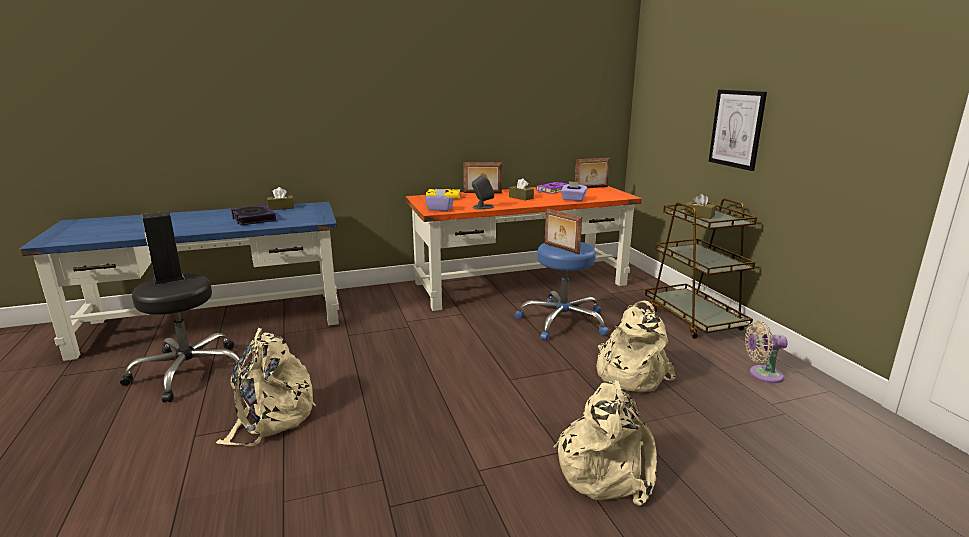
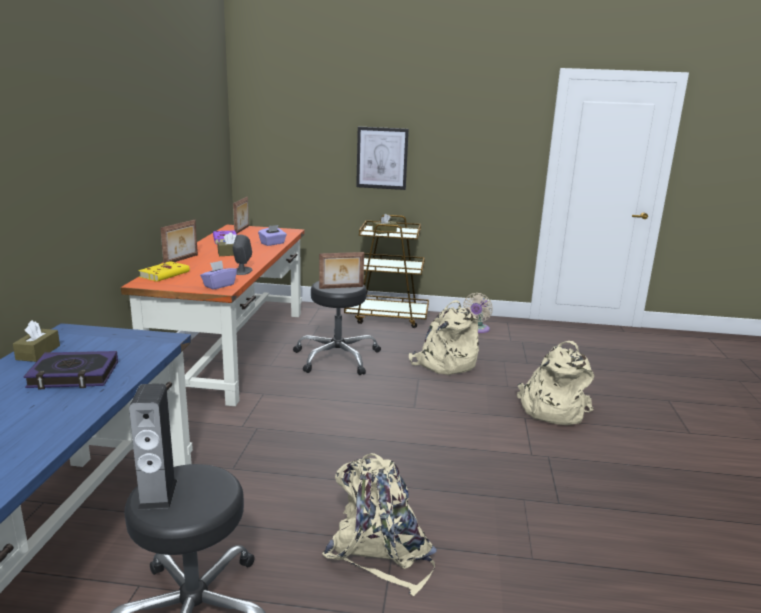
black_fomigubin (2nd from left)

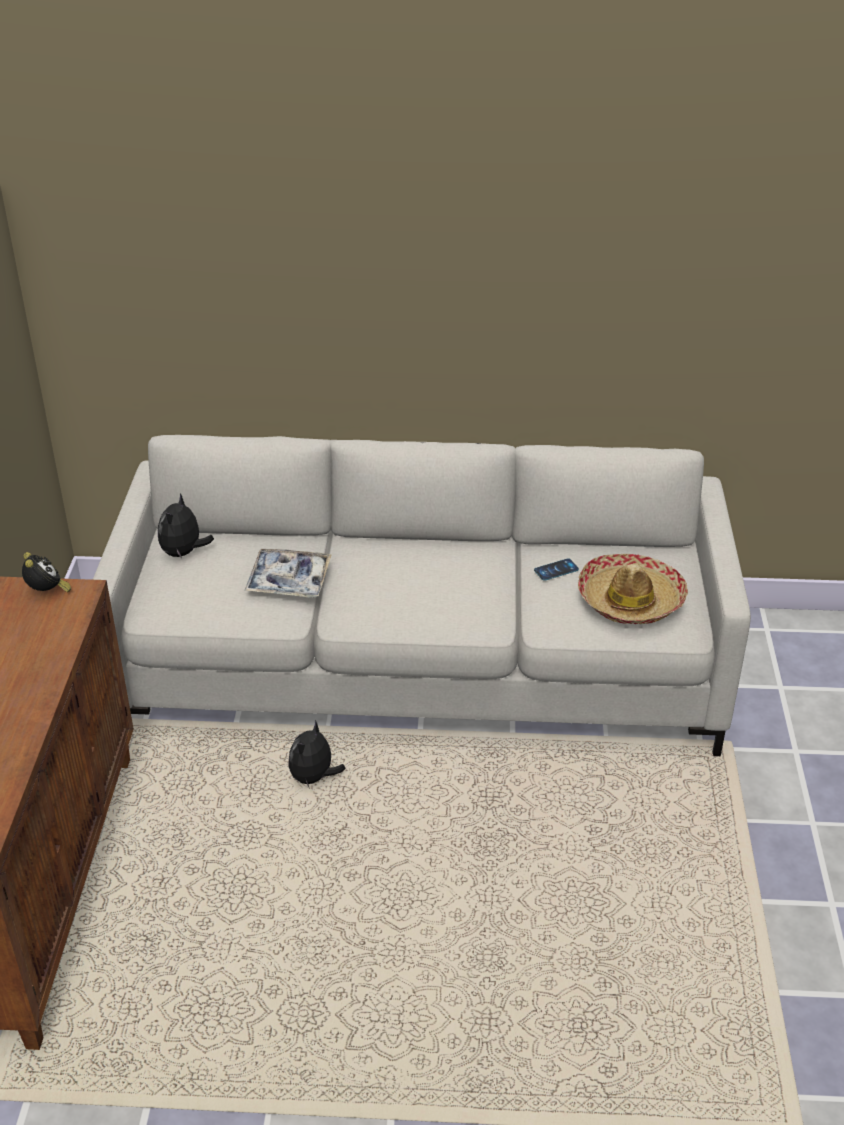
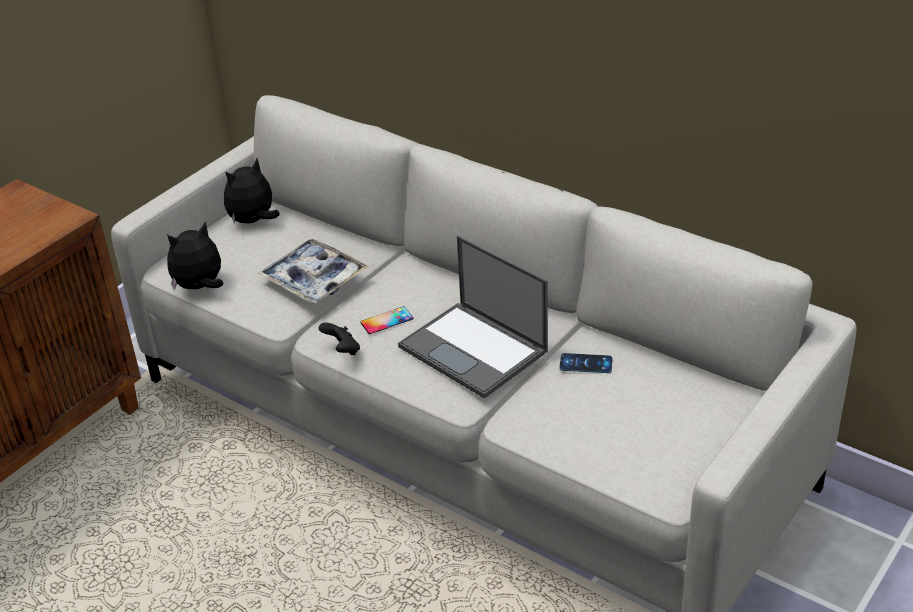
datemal; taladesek; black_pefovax; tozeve (1st from left); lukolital; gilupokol (1st from left)

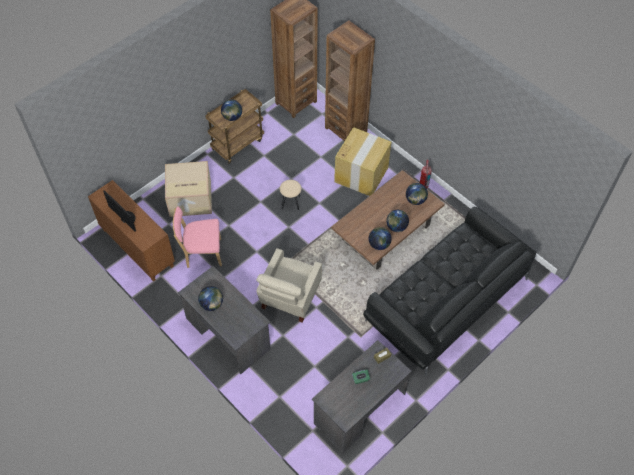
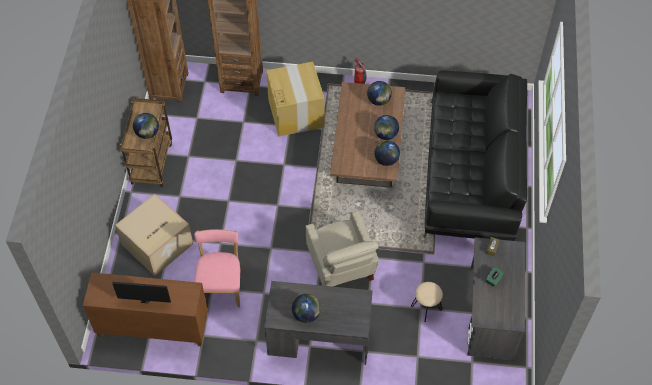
beige_fomigubin; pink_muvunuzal

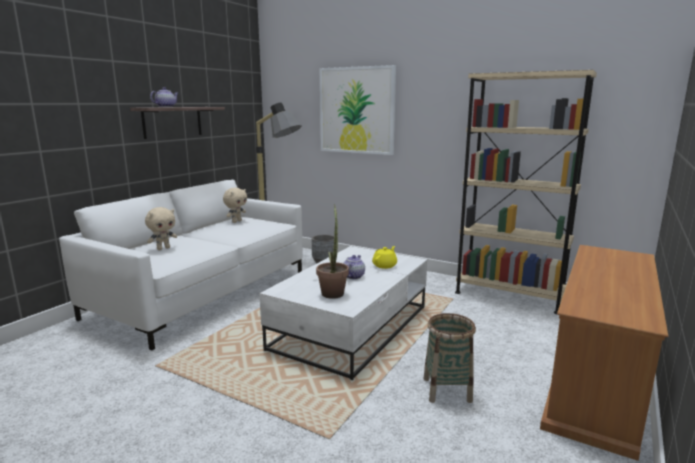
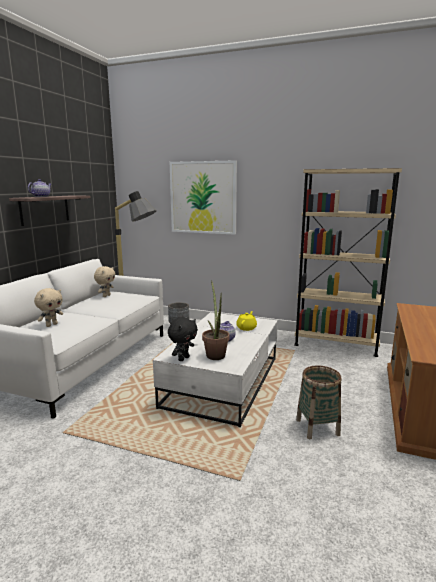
black_gilupokol

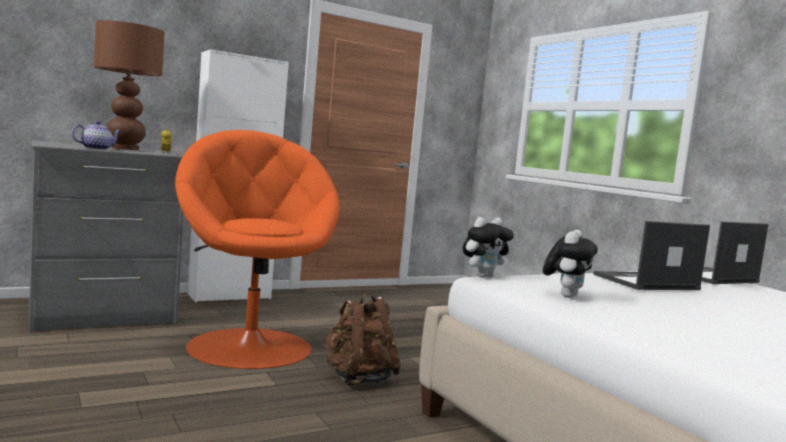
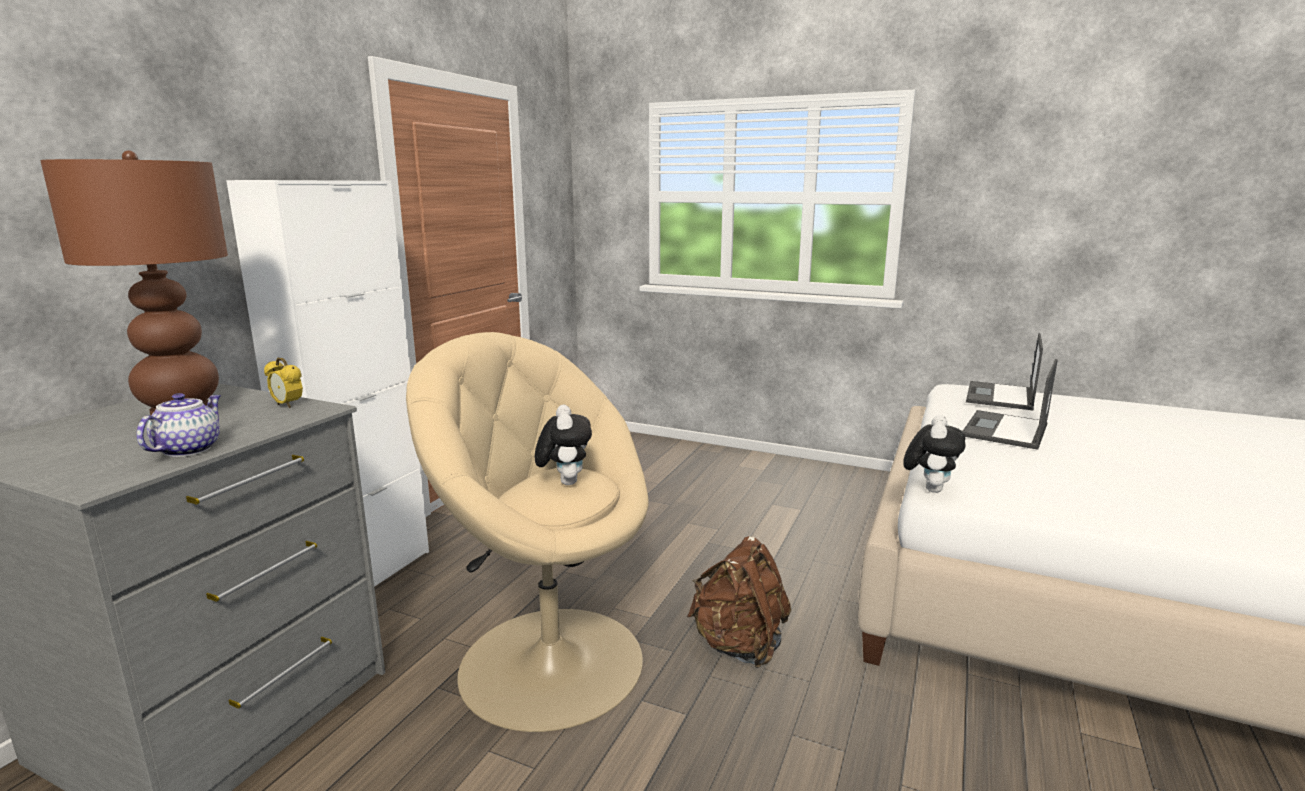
gilupokol (1st from left); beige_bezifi

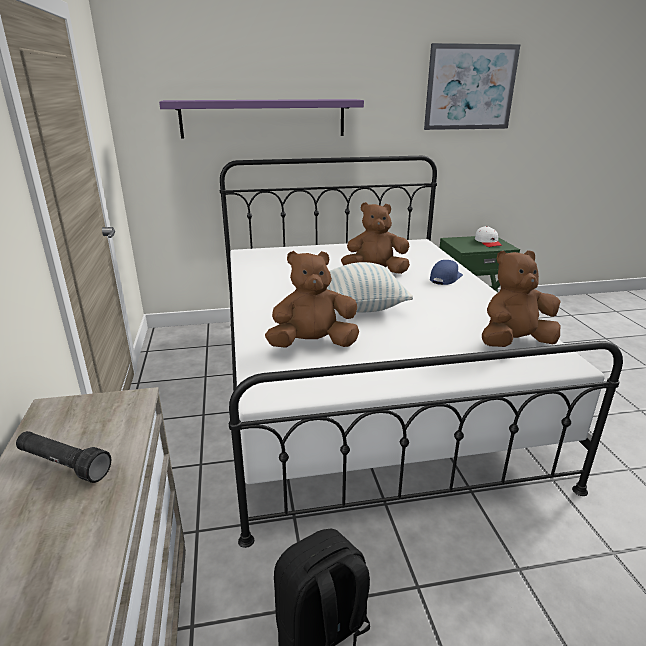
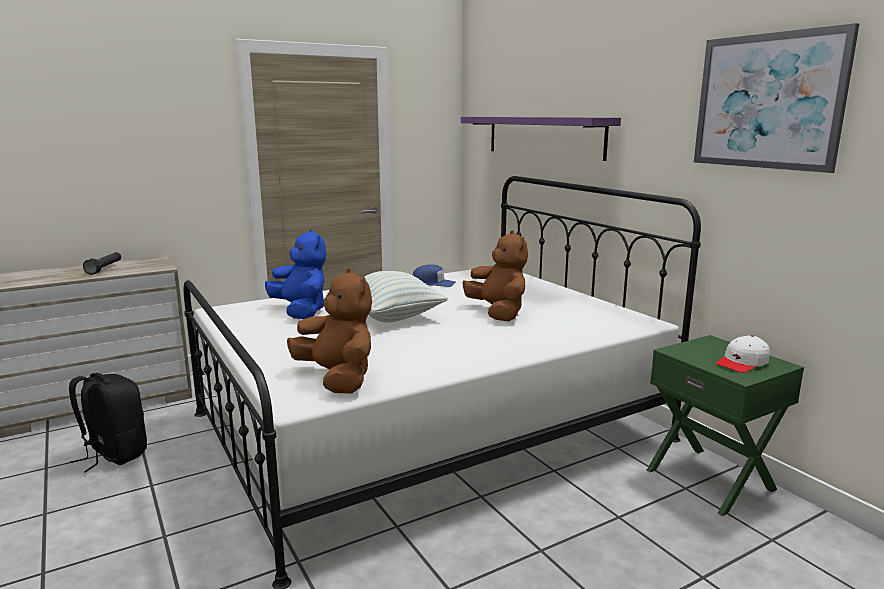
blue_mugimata; blue_gilupokol

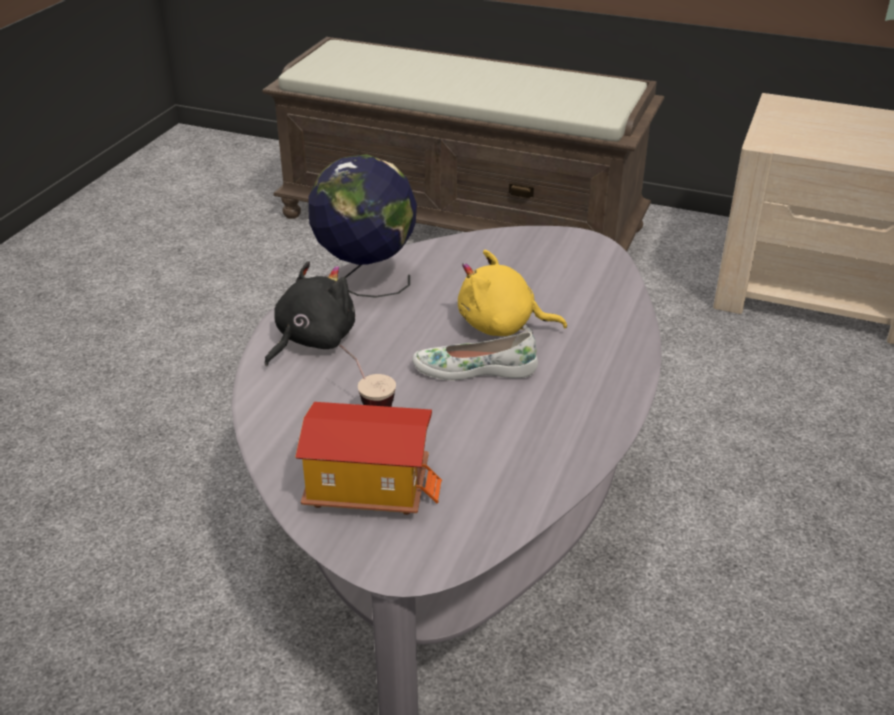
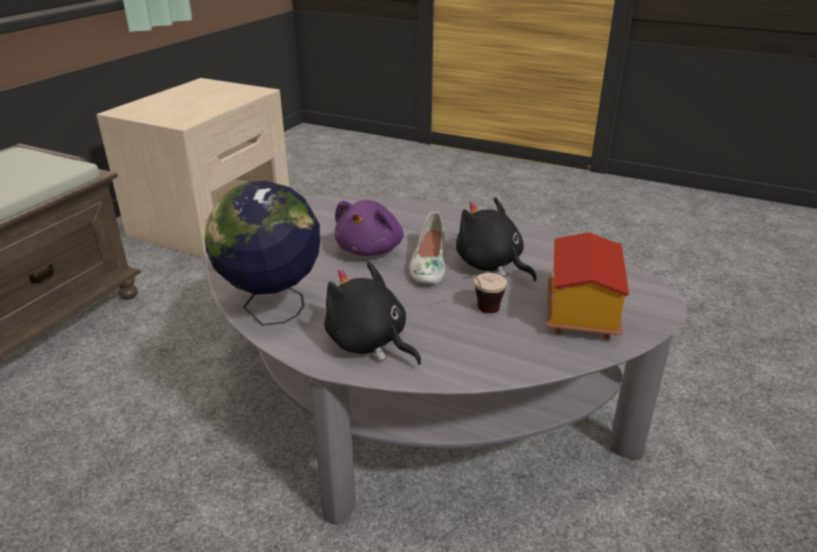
black_gilupokol (2nd from left); purple_gilupokol

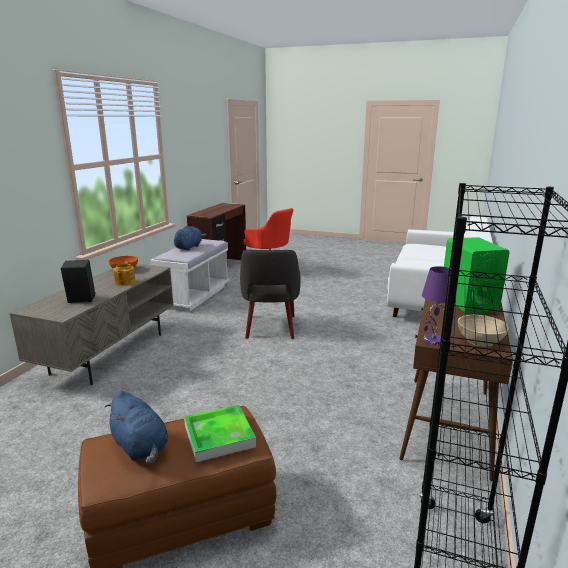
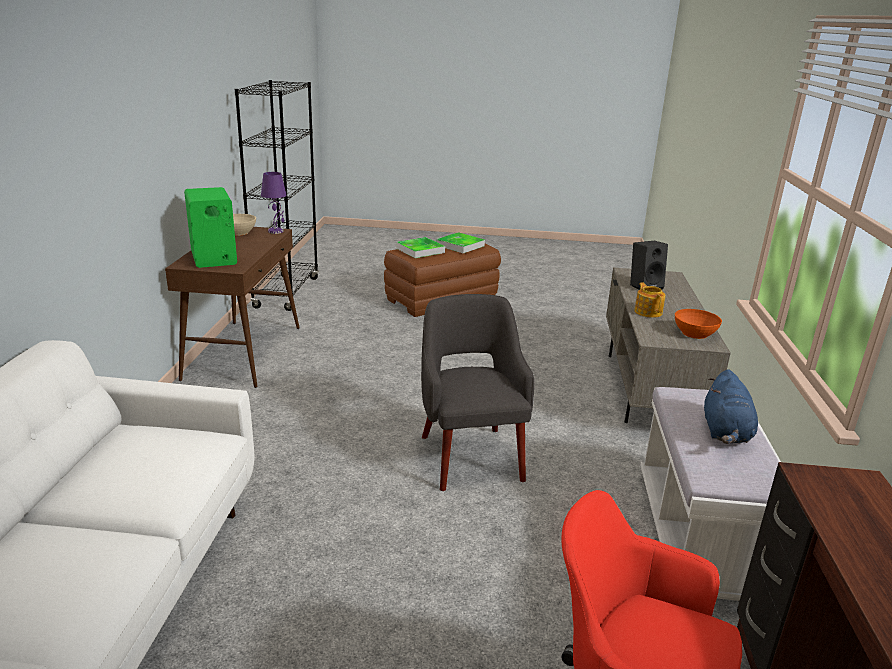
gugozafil (2nd from left)

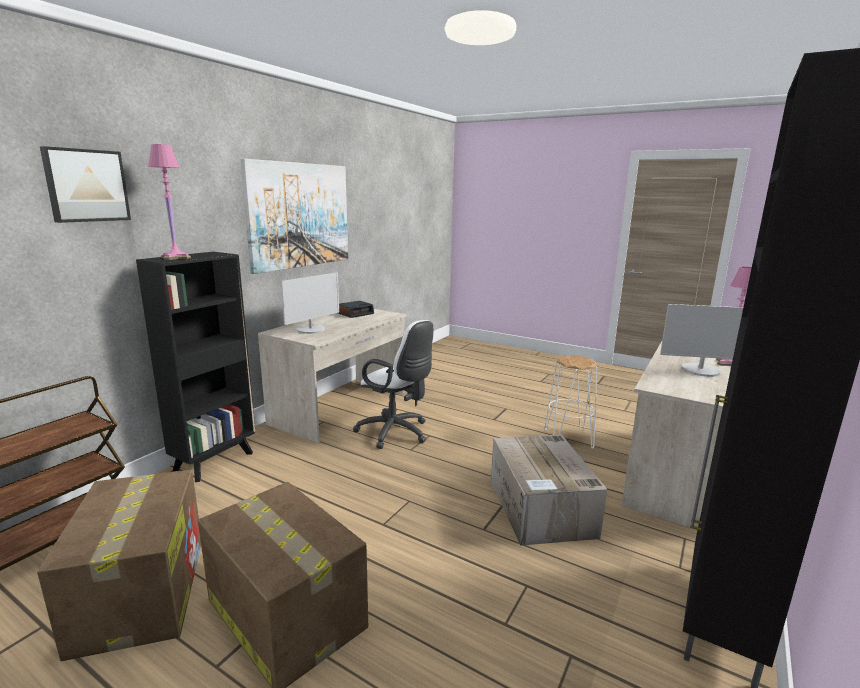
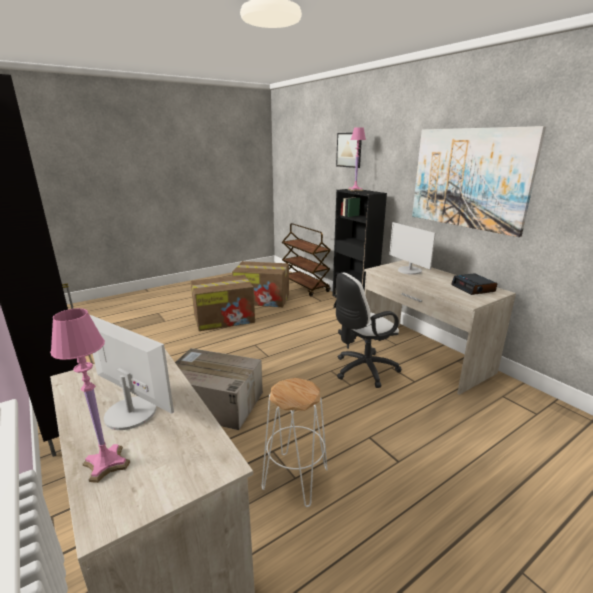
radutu (1st from left)

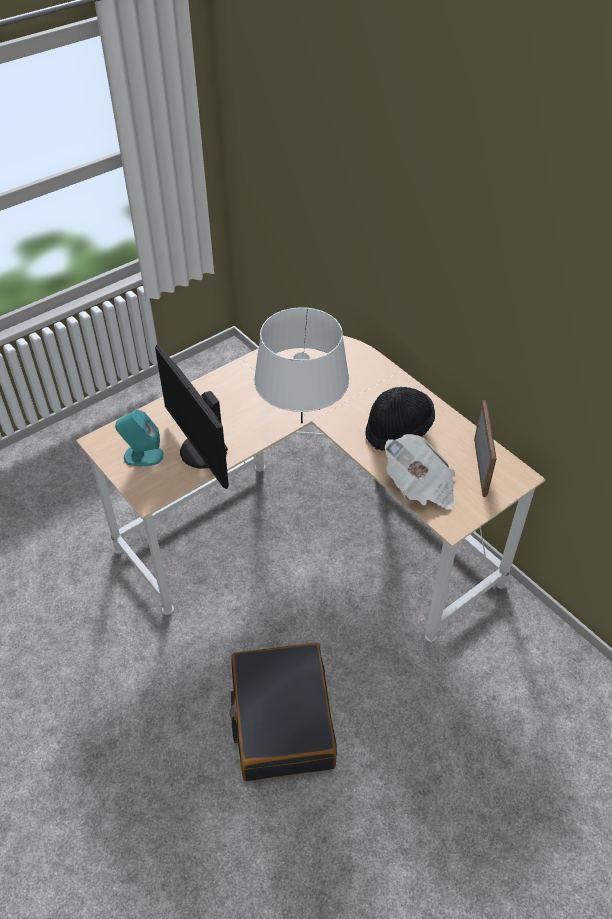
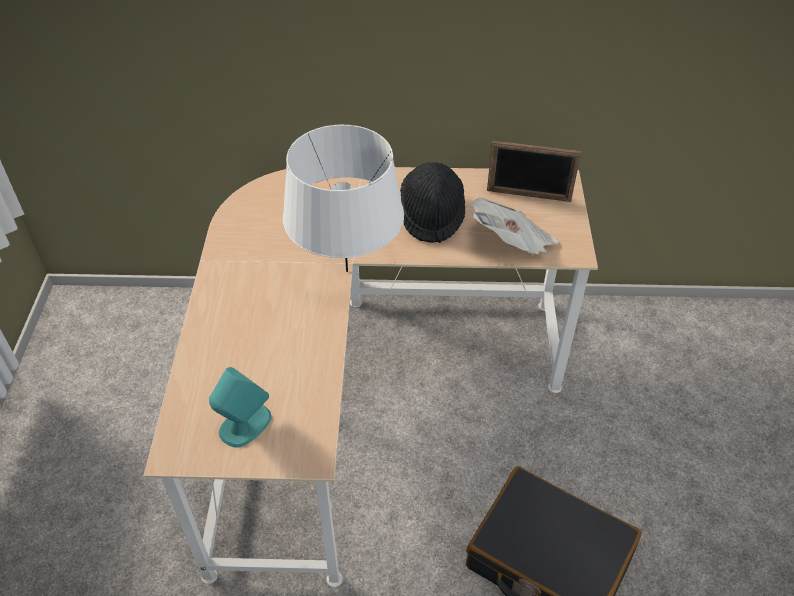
radutu; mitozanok

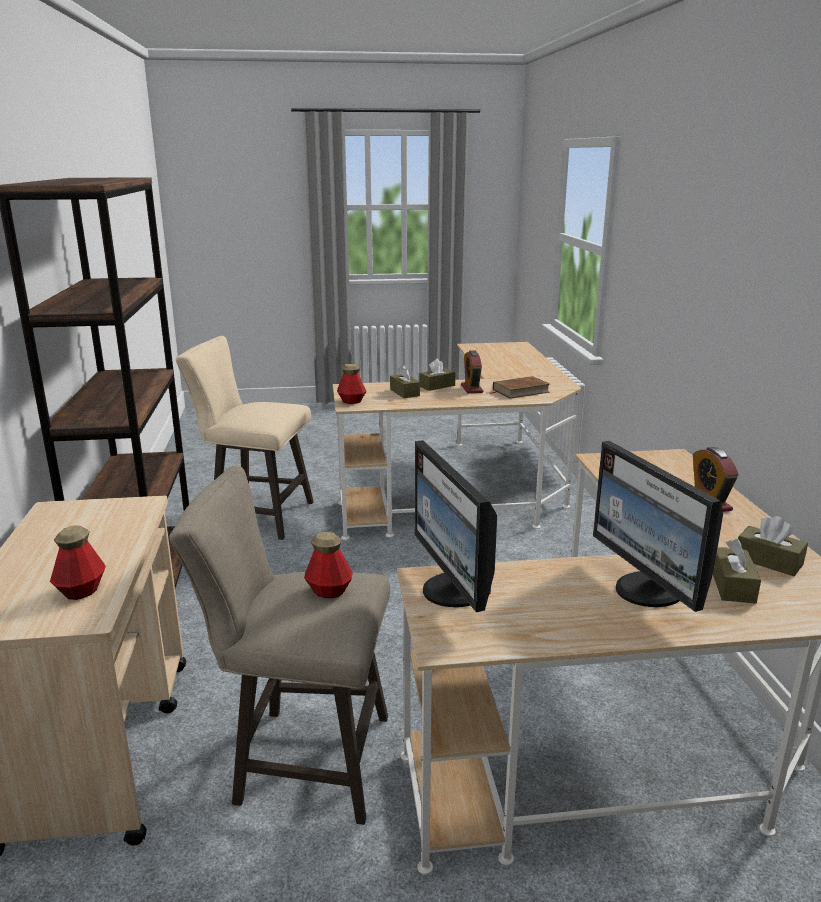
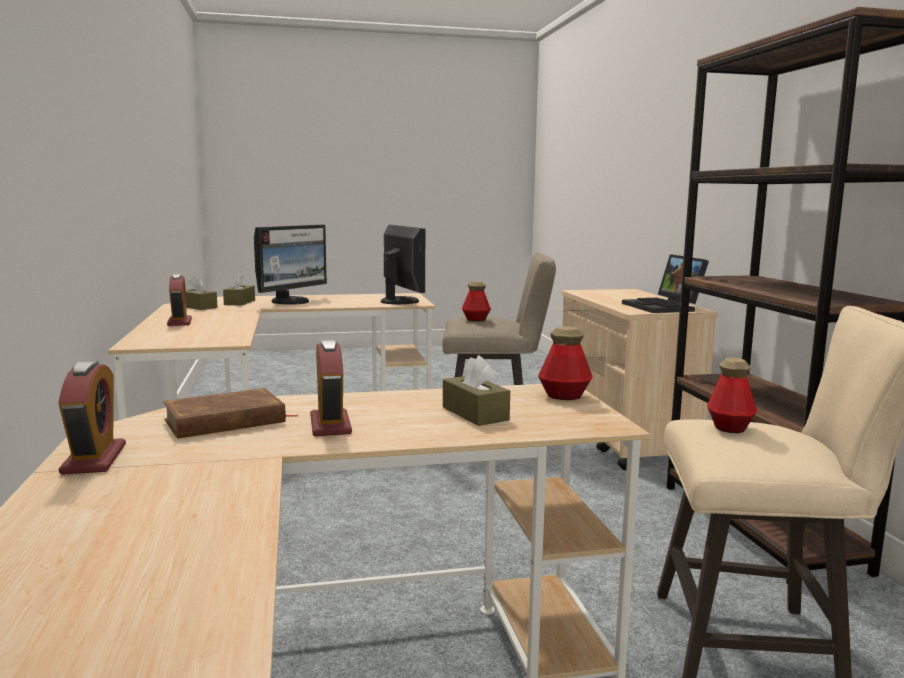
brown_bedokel (2nd from left in the first image); datemal (1st from left); lukolital; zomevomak (3rd from left); radutu (1st from left)

